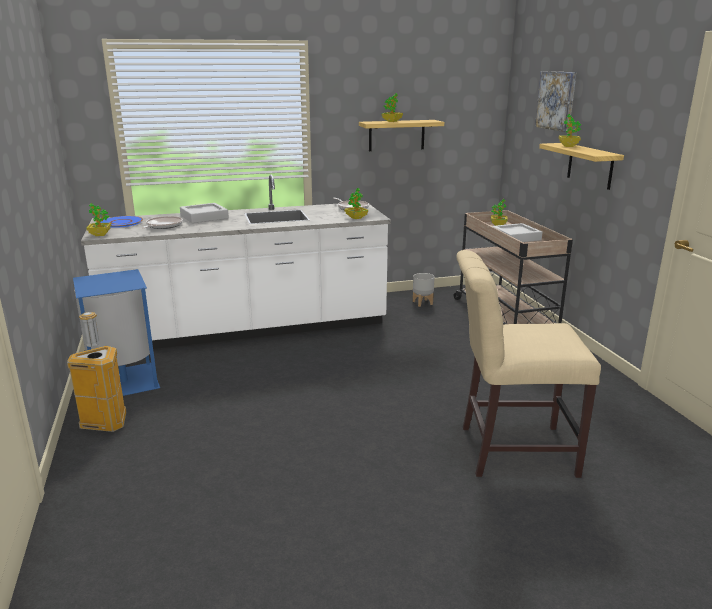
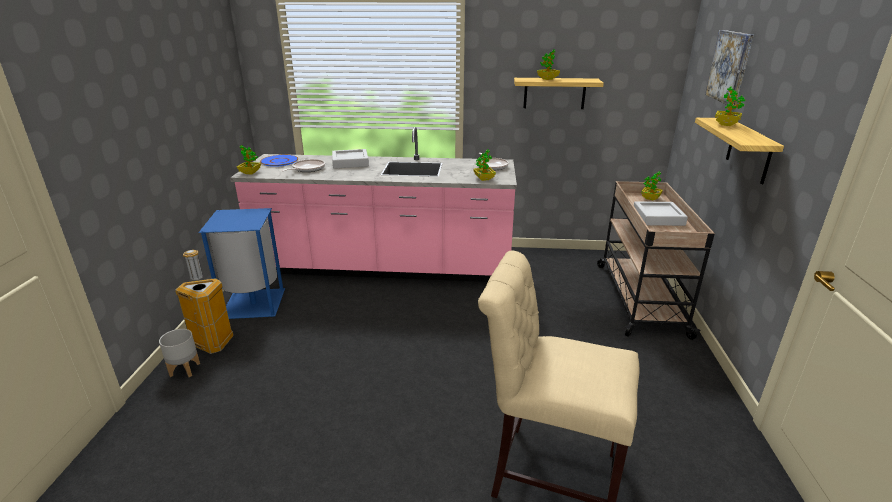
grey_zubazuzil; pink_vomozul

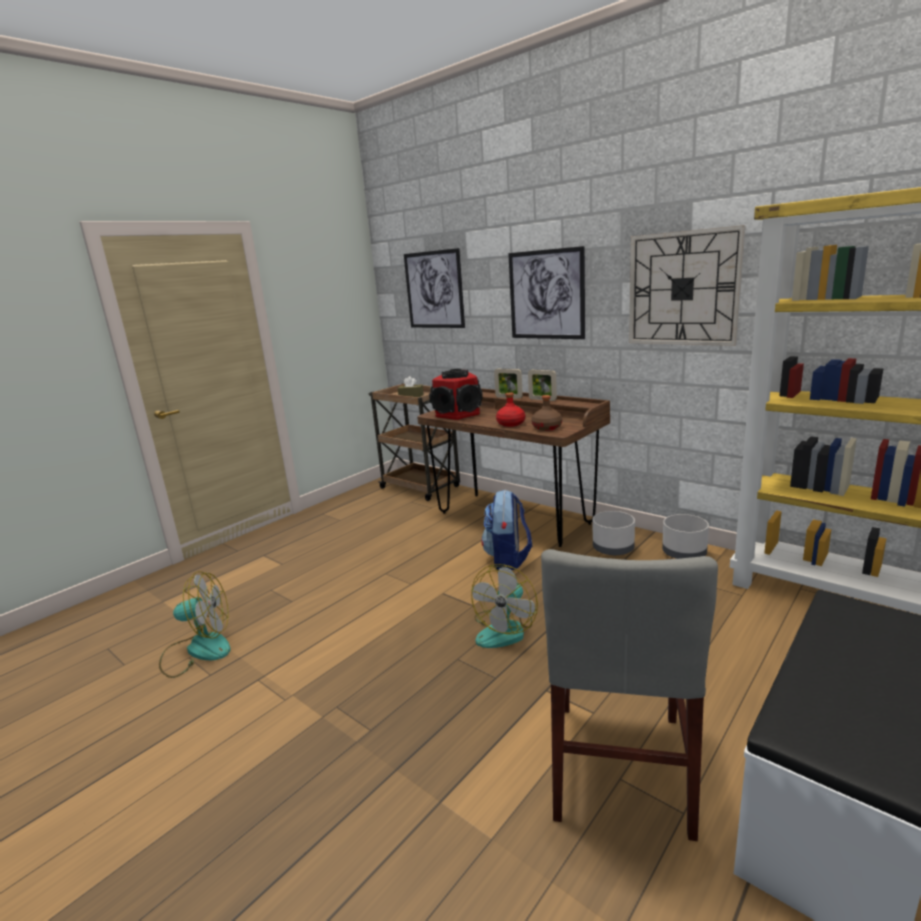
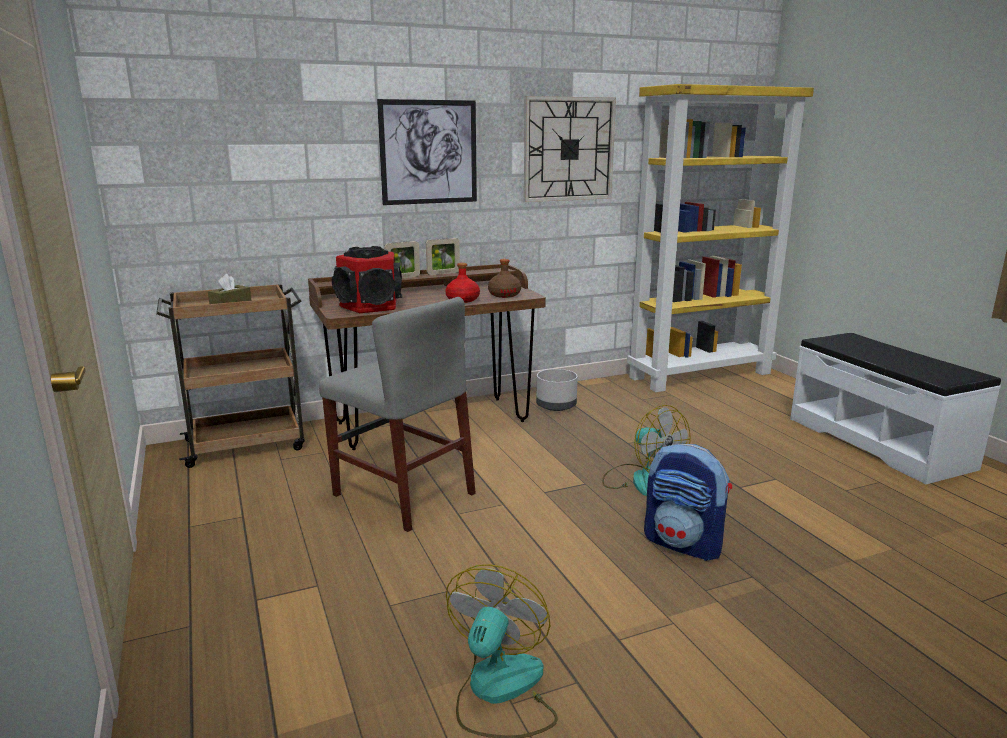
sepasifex (1st from left in the first image); grey_zubazuzil (2nd from left in the first image); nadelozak; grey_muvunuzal

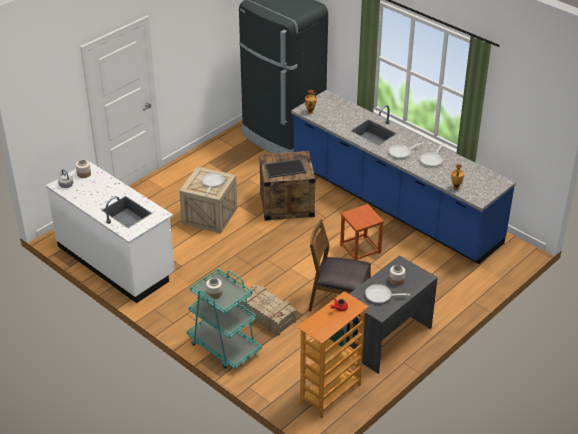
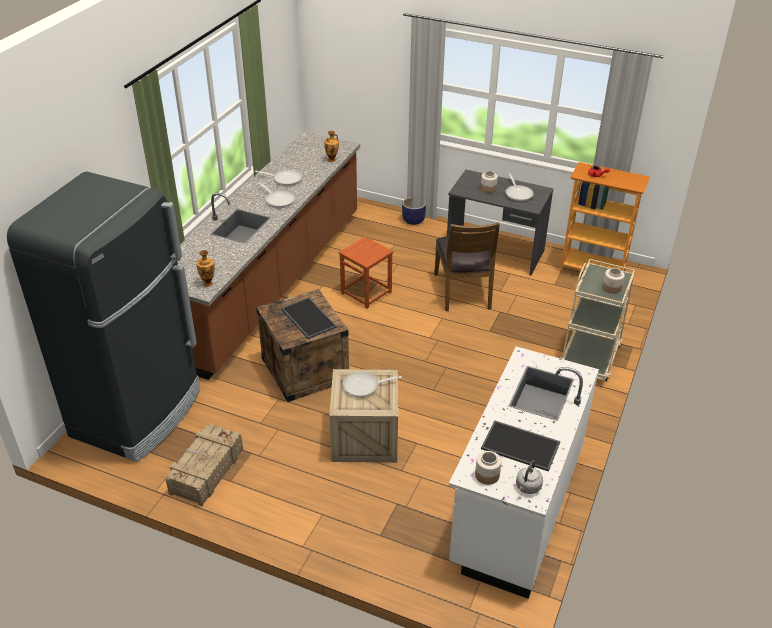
zubazuzil; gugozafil (2nd from left); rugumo (1st from left); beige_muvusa; brown_vomozul

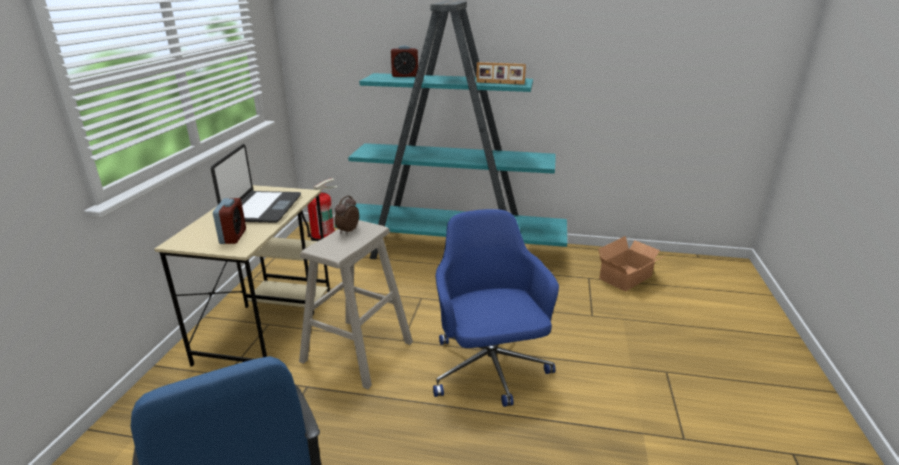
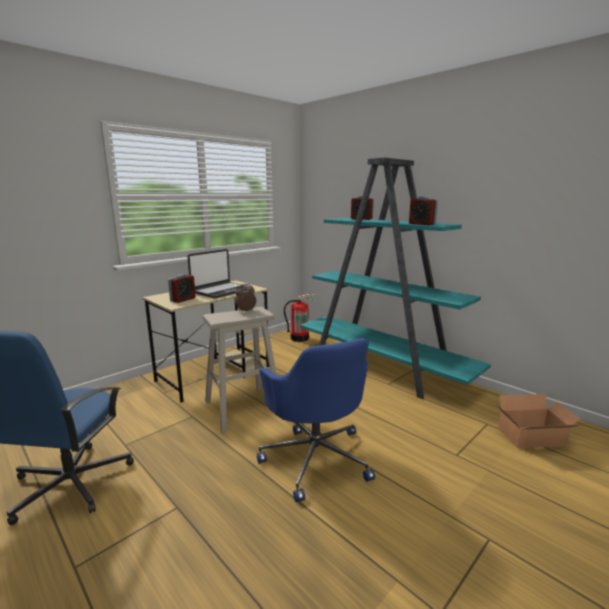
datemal (4th from left); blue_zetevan (2nd from left)

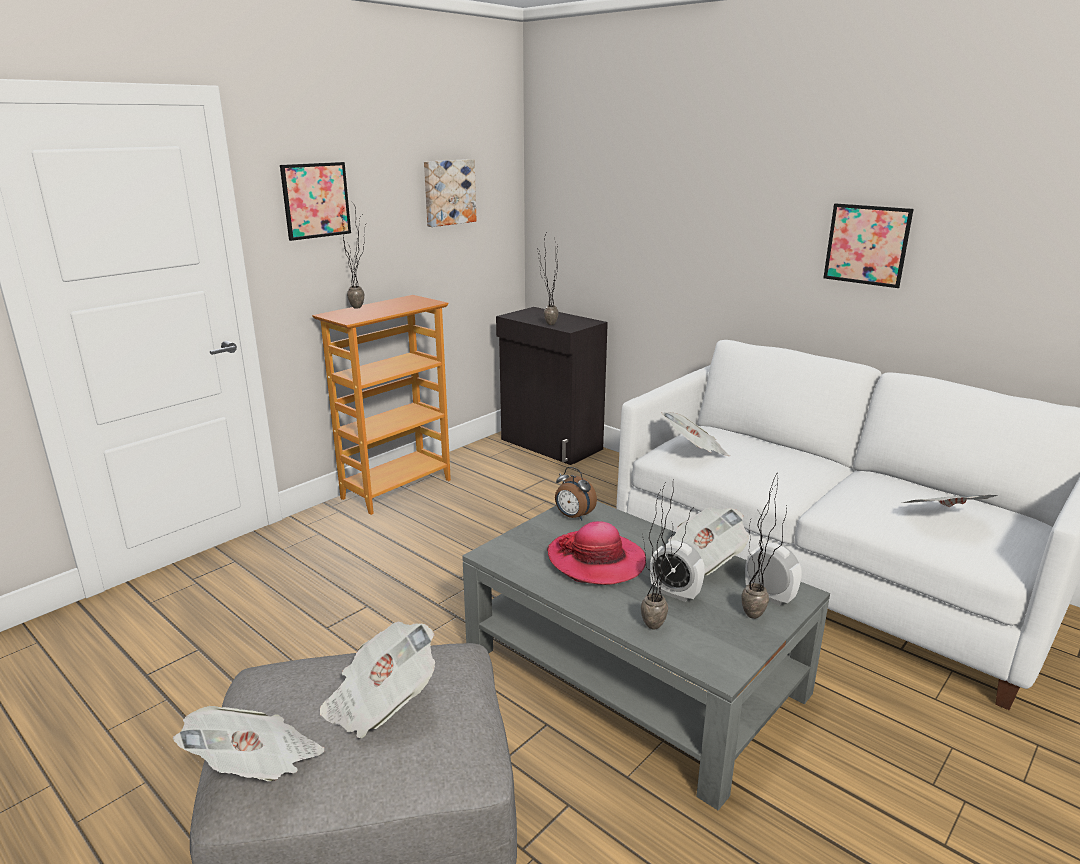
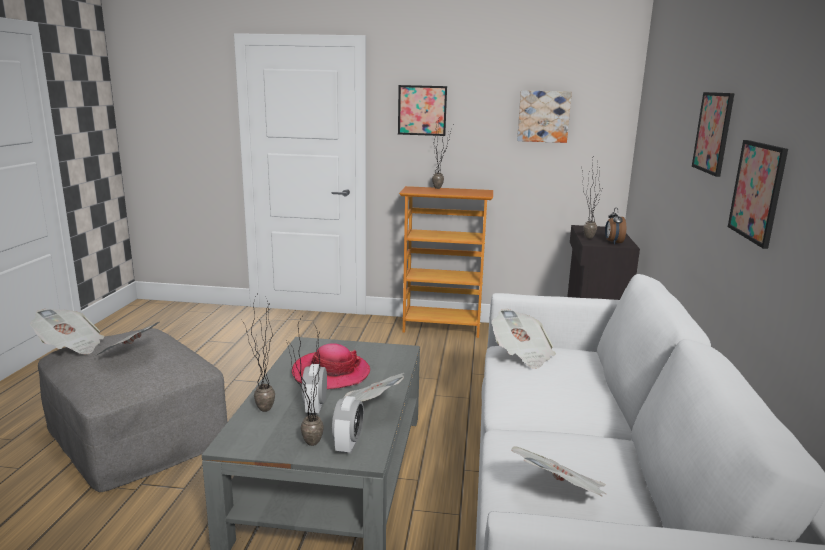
sepasifex (3rd from left); datemal (3rd from left)

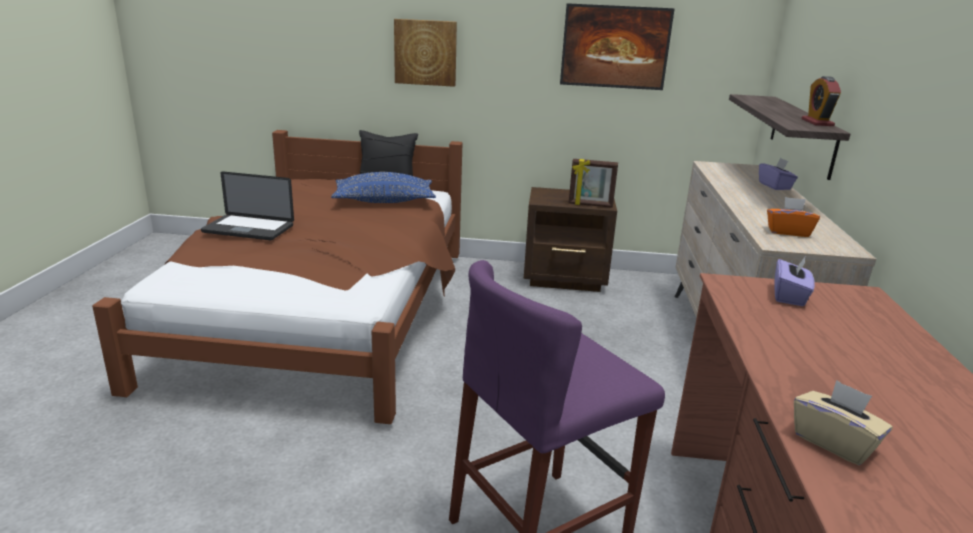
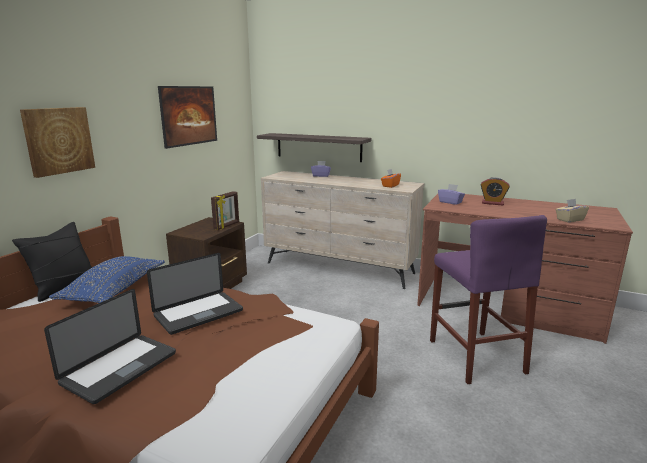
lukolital (2nd from left); datemal

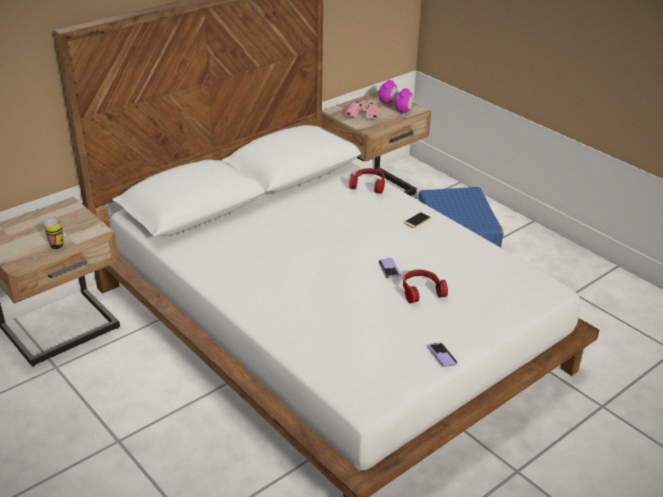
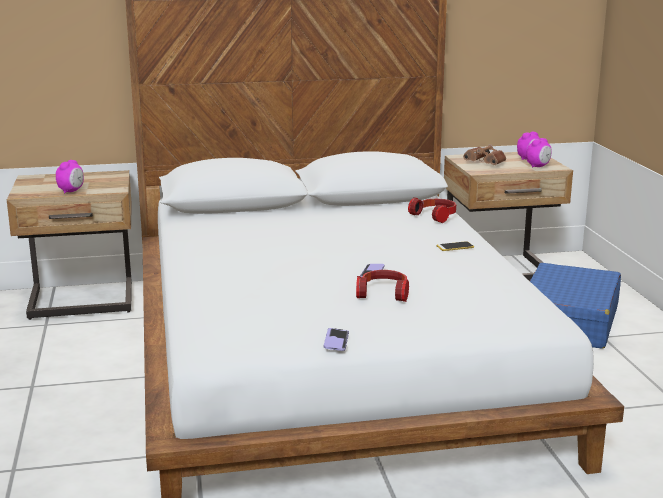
datemal (1st from left); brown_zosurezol

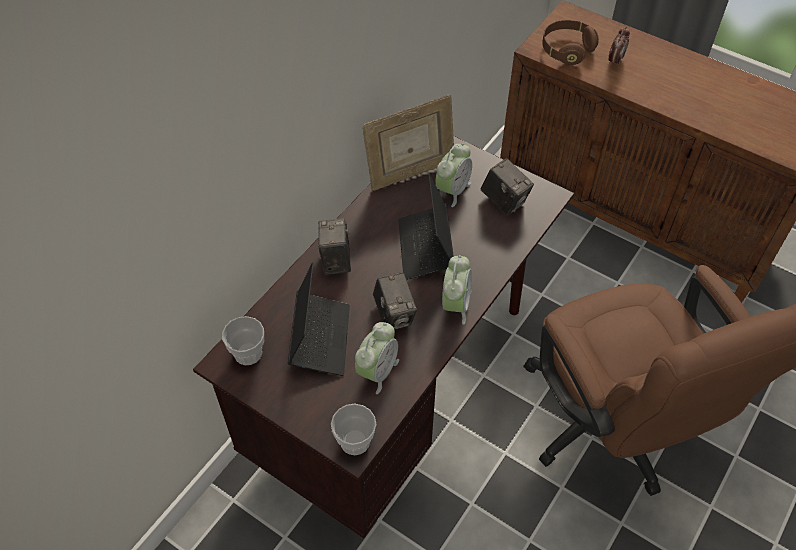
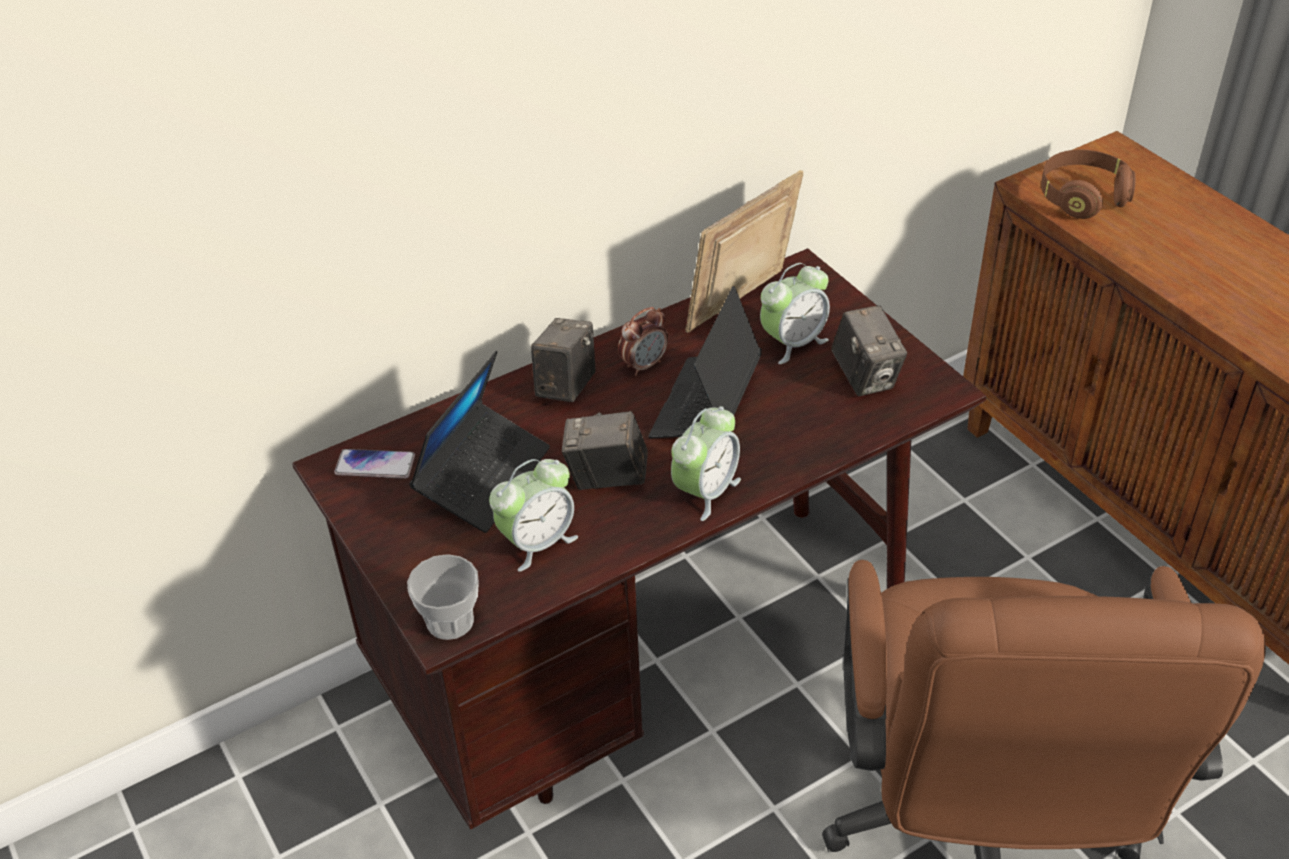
datemal (2nd from left); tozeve; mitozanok; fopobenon (2nd from left)

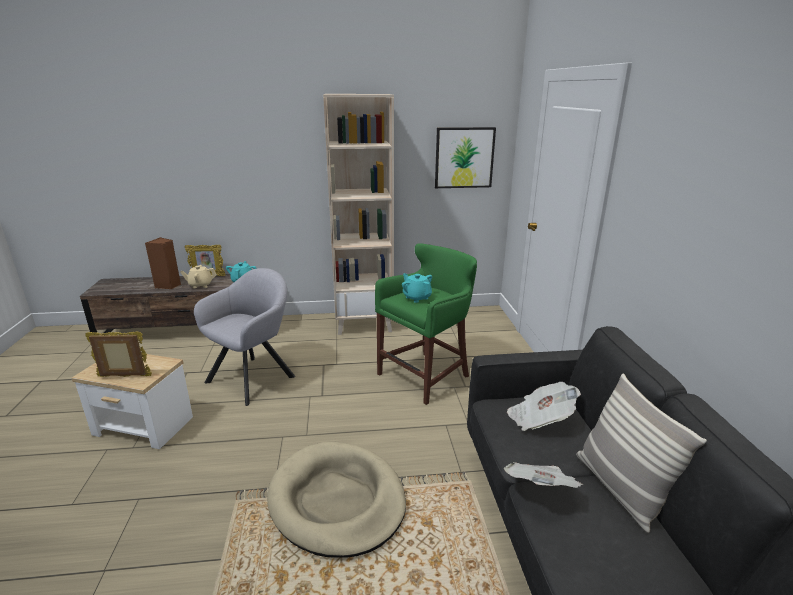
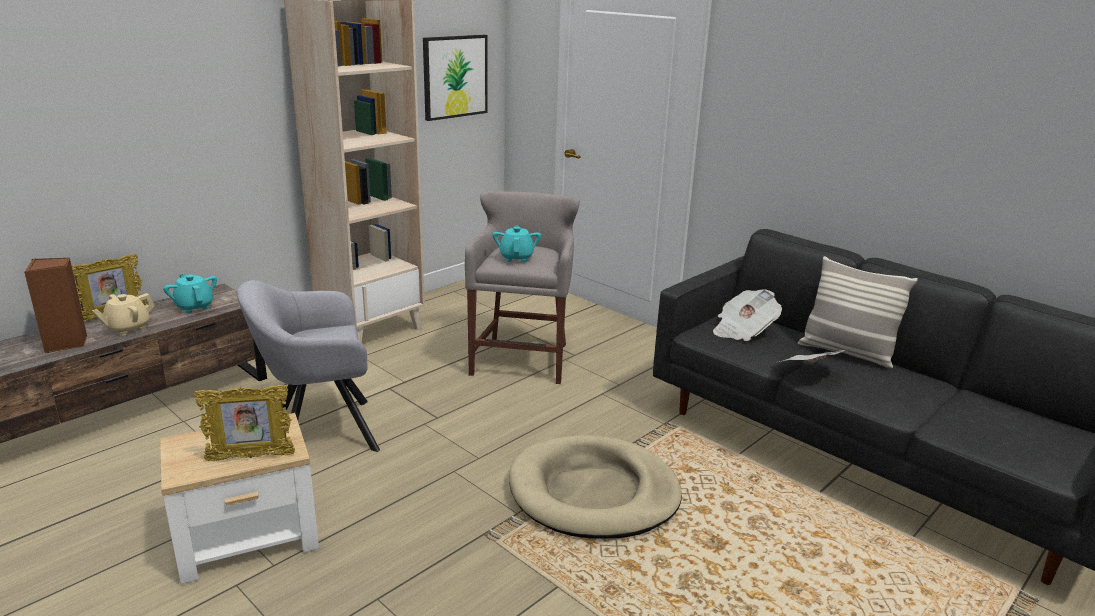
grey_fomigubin; mitozanok (2nd from left); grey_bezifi; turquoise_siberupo (2nd from left)

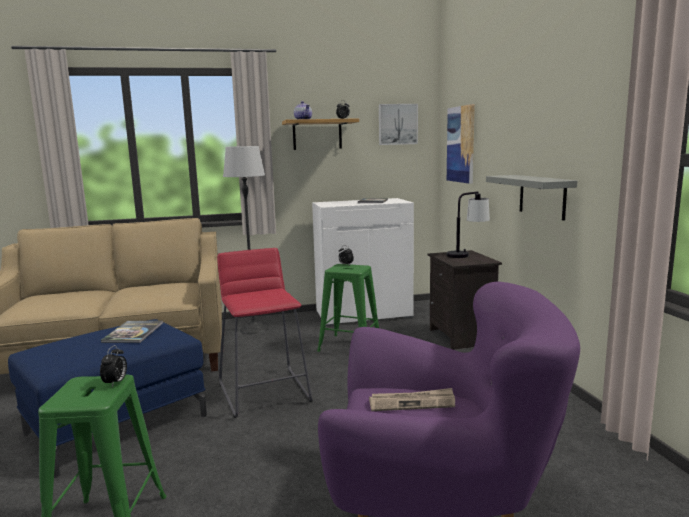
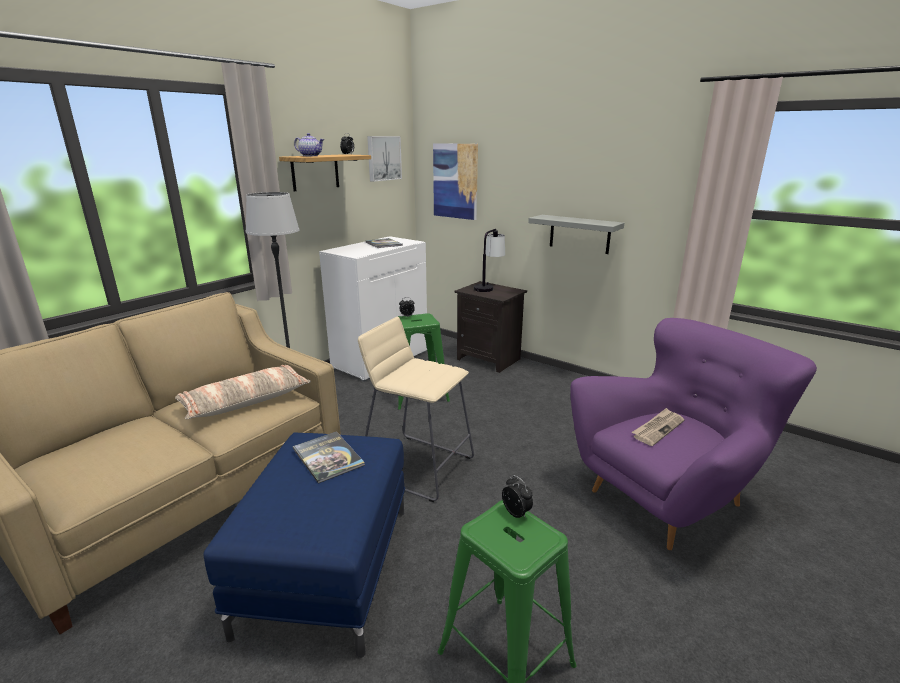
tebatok; beige_fomigubin

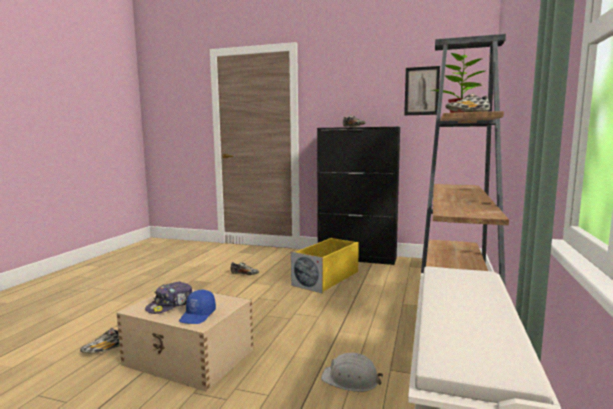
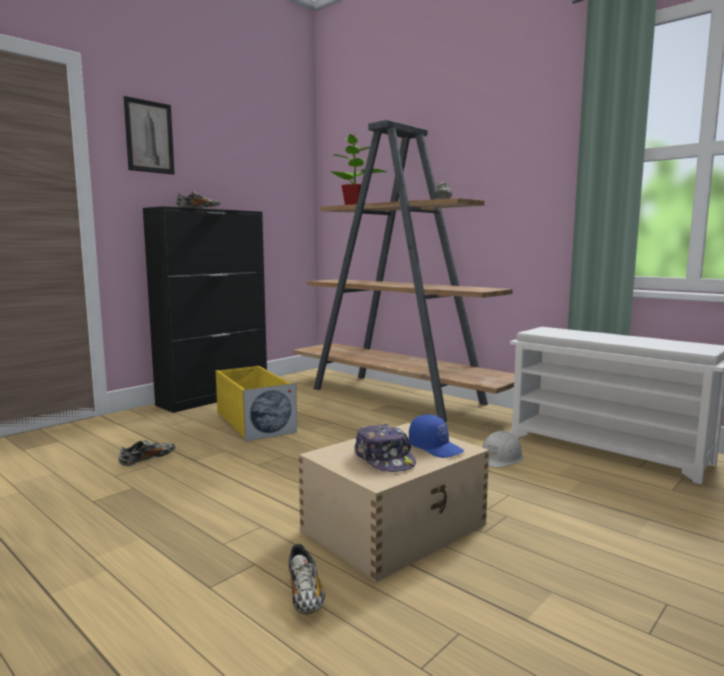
sepasifex

